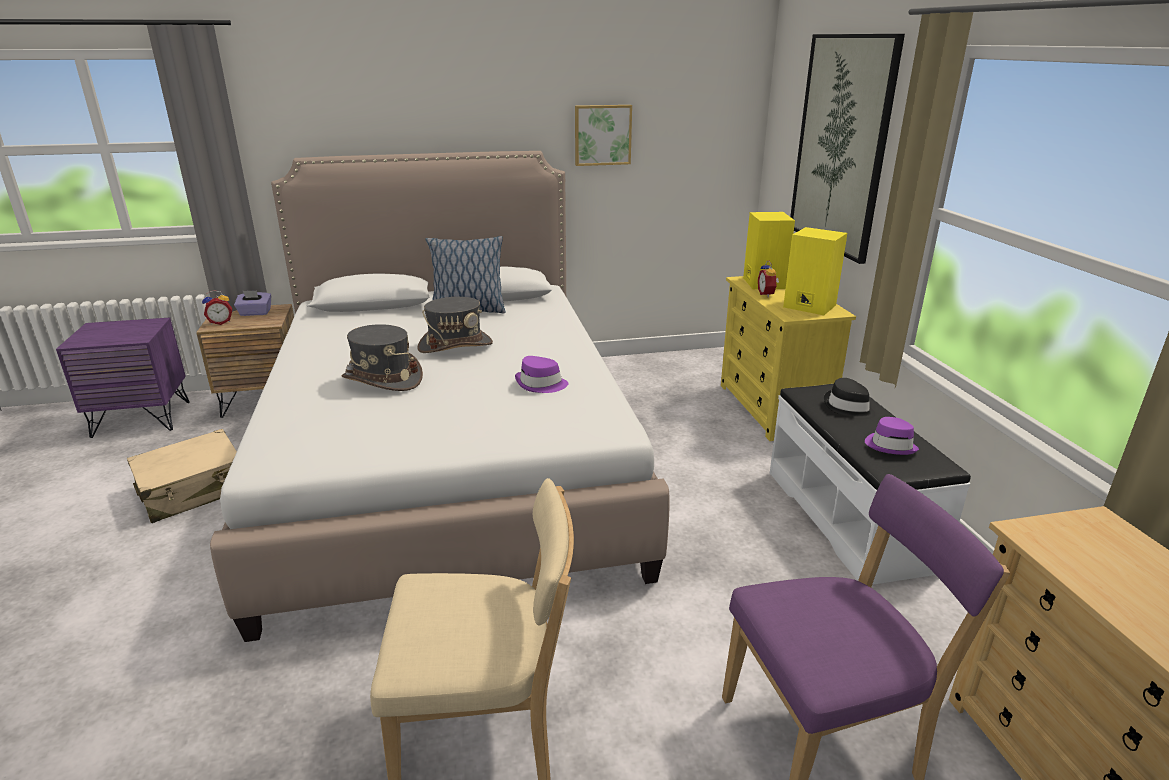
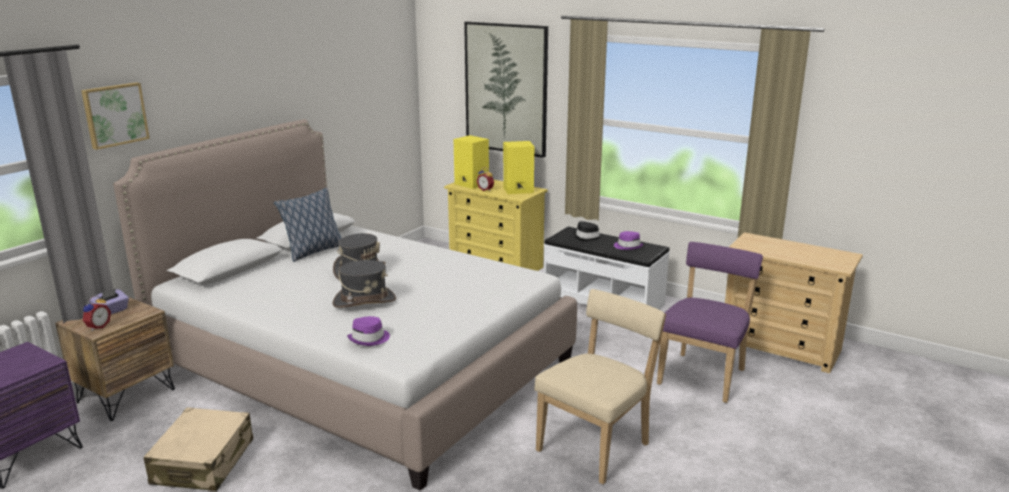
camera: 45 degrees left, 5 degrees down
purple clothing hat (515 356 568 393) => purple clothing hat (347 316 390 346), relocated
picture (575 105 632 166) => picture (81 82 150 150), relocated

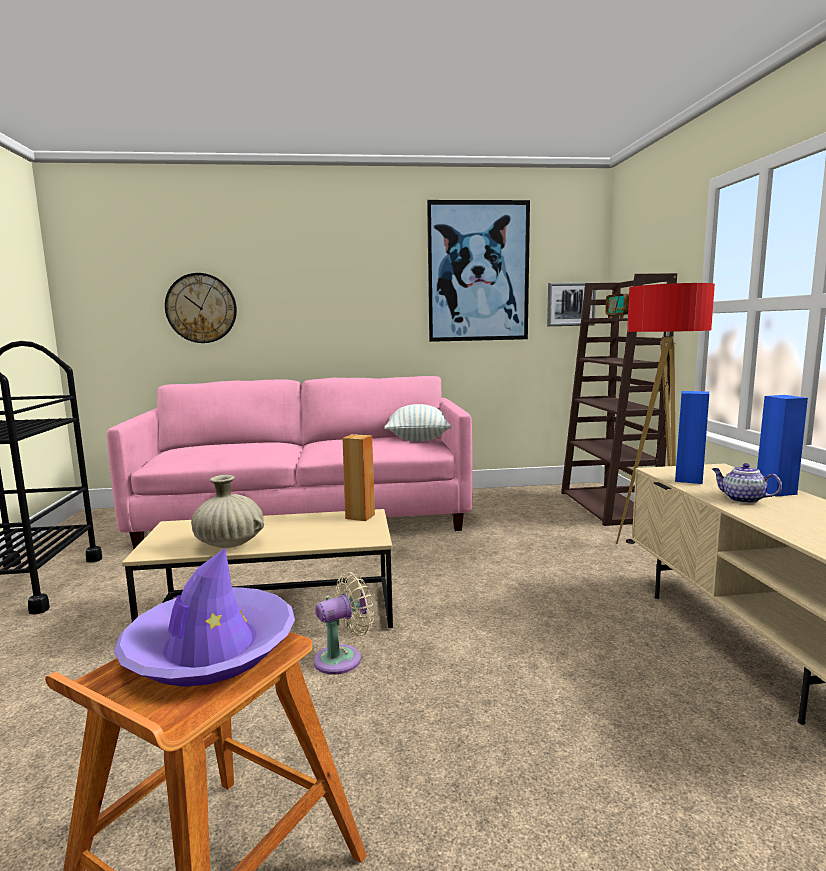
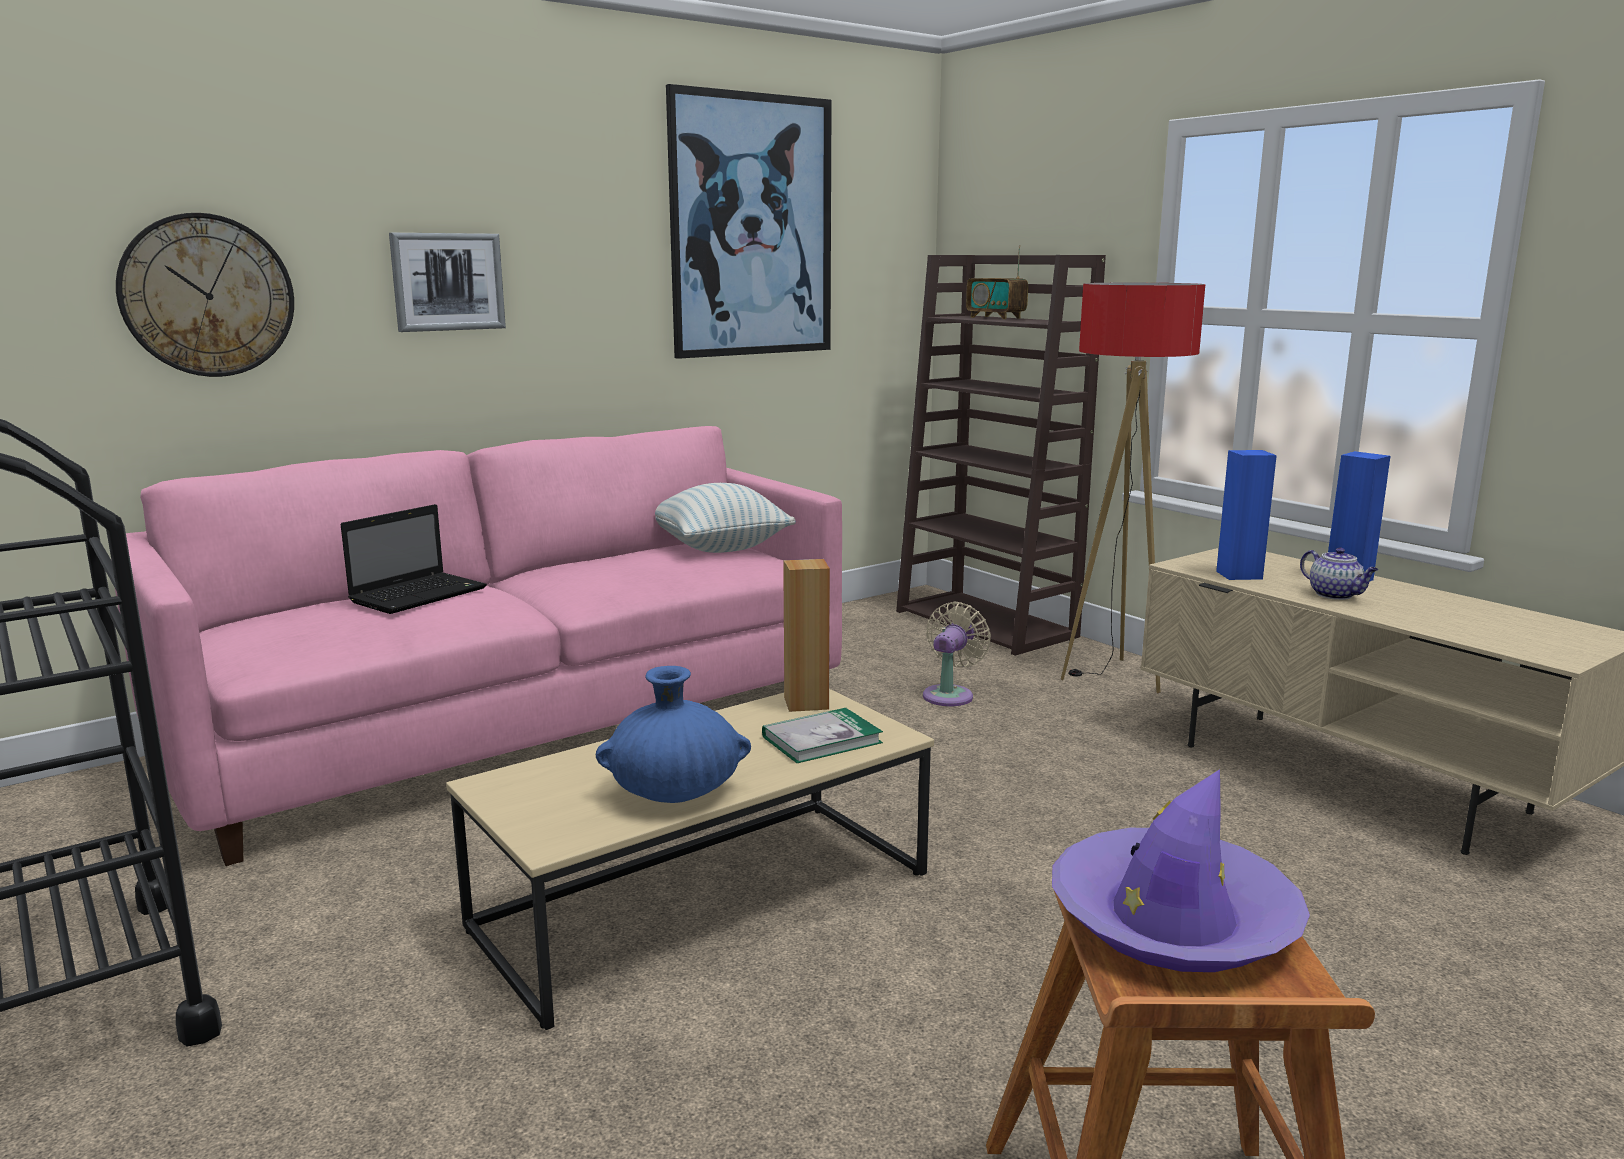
camera: 30 degrees left, 5 degrees up
nothing => laptop (341 504 487 614)
nothing => volume (762 708 883 763)
beige-coloured electric fan (314 572 374 675) => beige-coloured electric fan (923 602 991 706), relocated
picture (547 282 596 326) => picture (389 233 506 332), relocated
beige-coloured flower vase (191 475 264 548) => bluish flower vase (596 666 751 803)
tea pot (712 463 782 503) => tea pot (1300 547 1378 600), 135 degrees counterclockwise

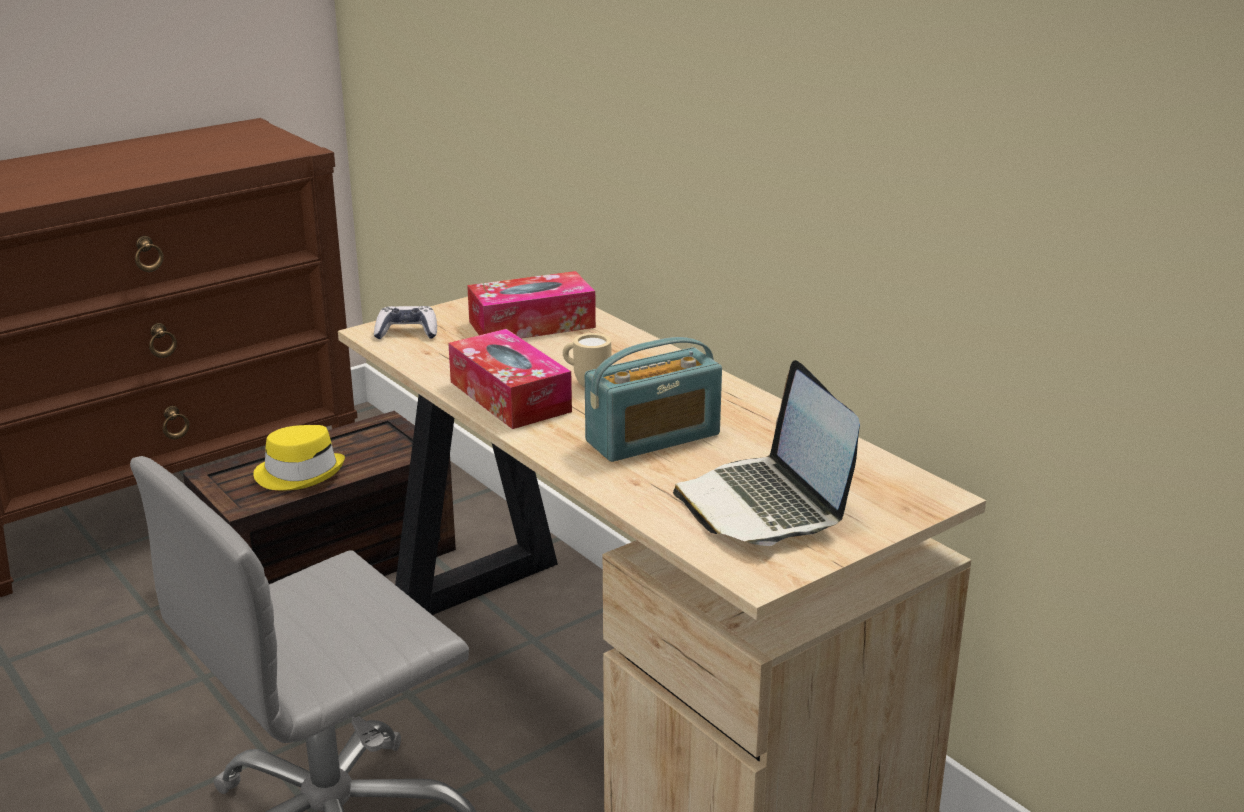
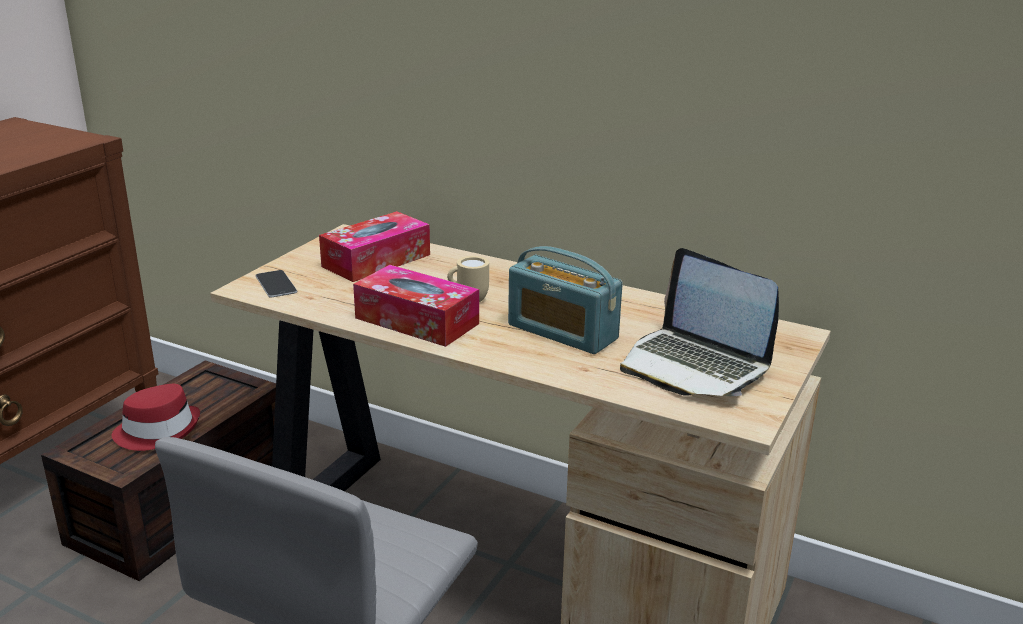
camera: 25 degrees left, 0 degrees up
joypad (374 306 437 339) => phone (255 270 297 298)
yellow-coloured clothing hat (253 425 345 490) => reddish clothing hat (112 384 200 451)
radio receiver (585 337 722 462) => radio receiver (508 246 623 354), 90 degrees clockwise

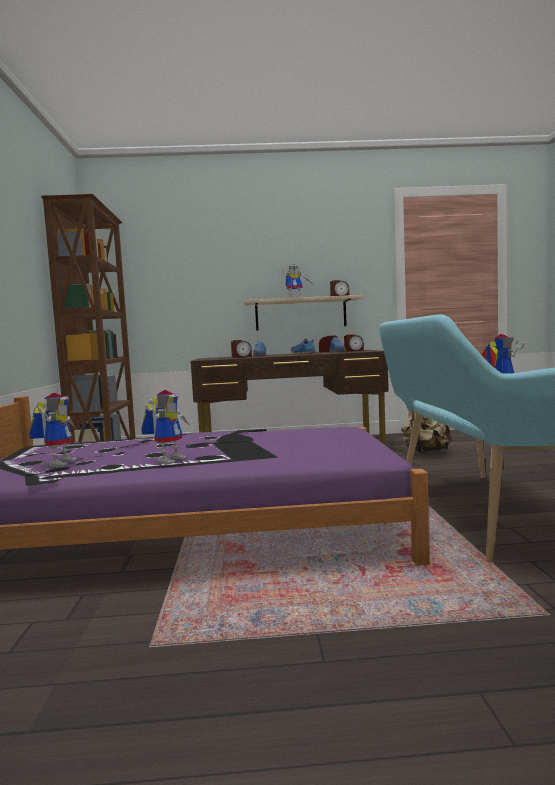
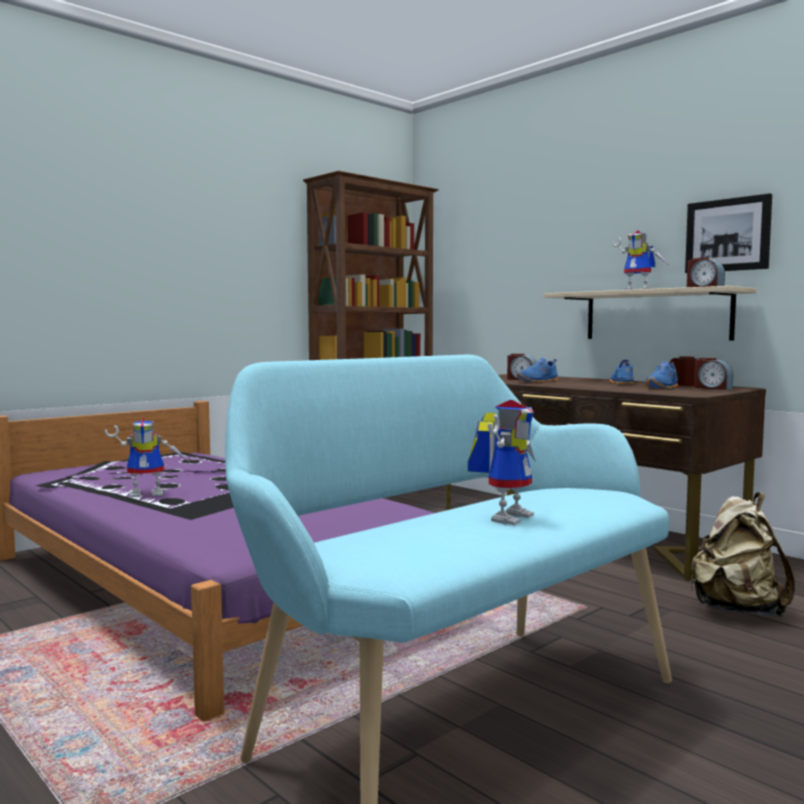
camera: 50 degrees right, 0 degrees up
model robot (29 393 77 467) => nothing
nothing => picture (685 193 772 273)

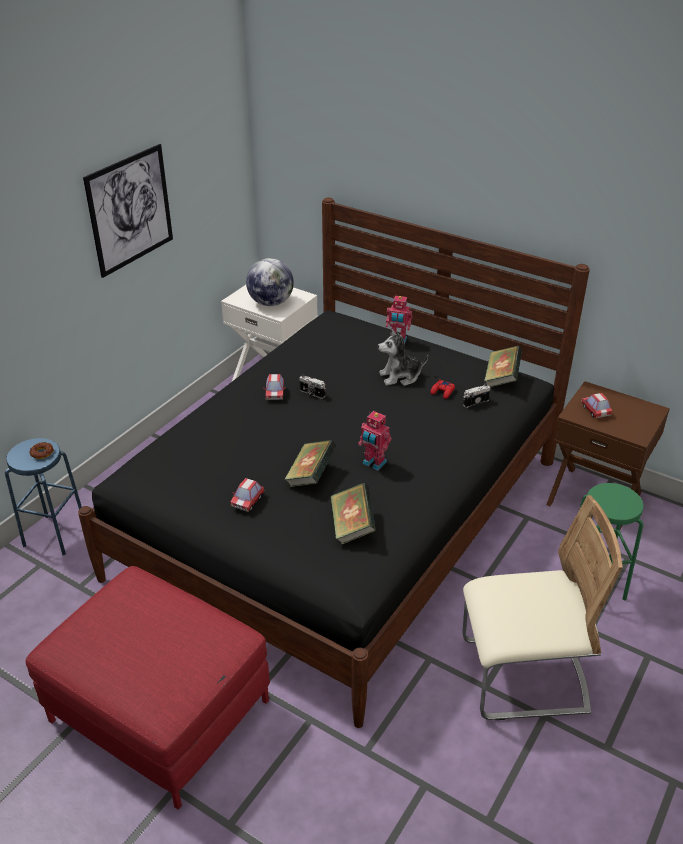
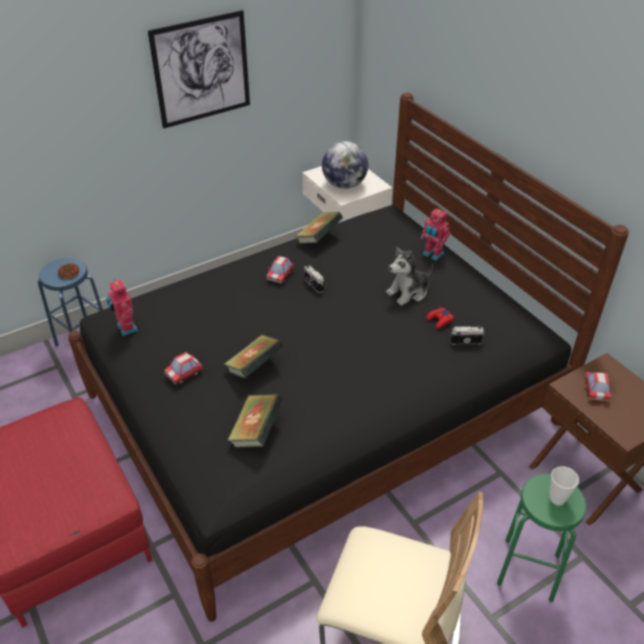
camera: 25 degrees right, 5 degrees up
nothing => cup (550 466 579 505)
model robot (358 411 392 470) => model robot (106 279 138 336), relocated
volume (485 345 522 387) => volume (295 212 343 244), relocated
plush toy (378 329 428 386) => plush toy (386 247 433 306), 45 degrees counterclockwise

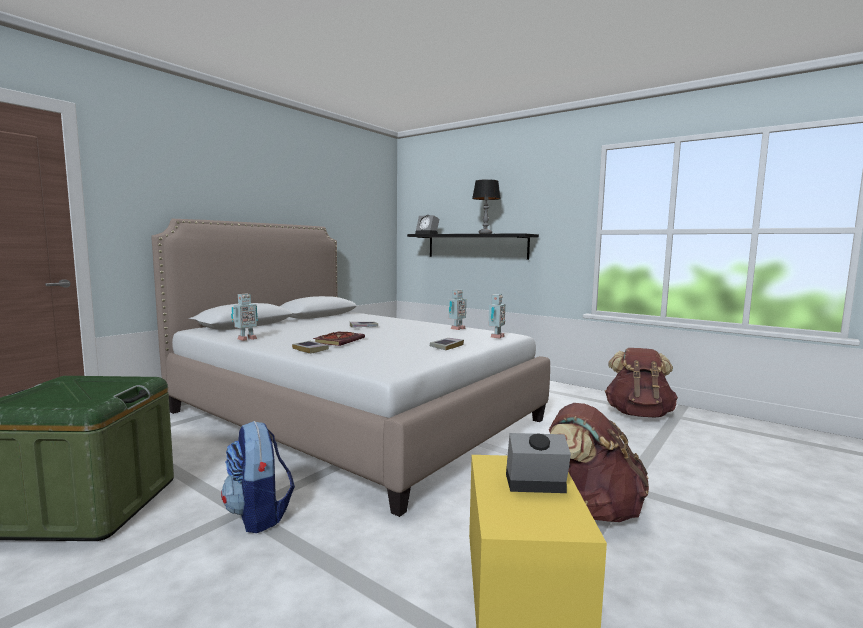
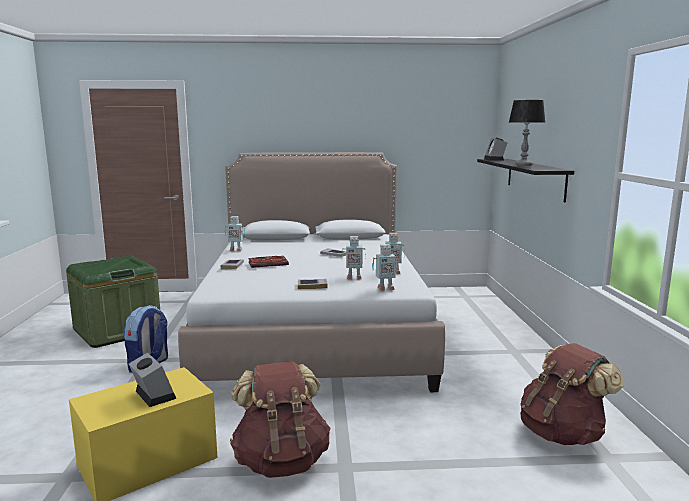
camera: 50 degrees right, 5 degrees up
nothing => model robot (342 236 366 279)

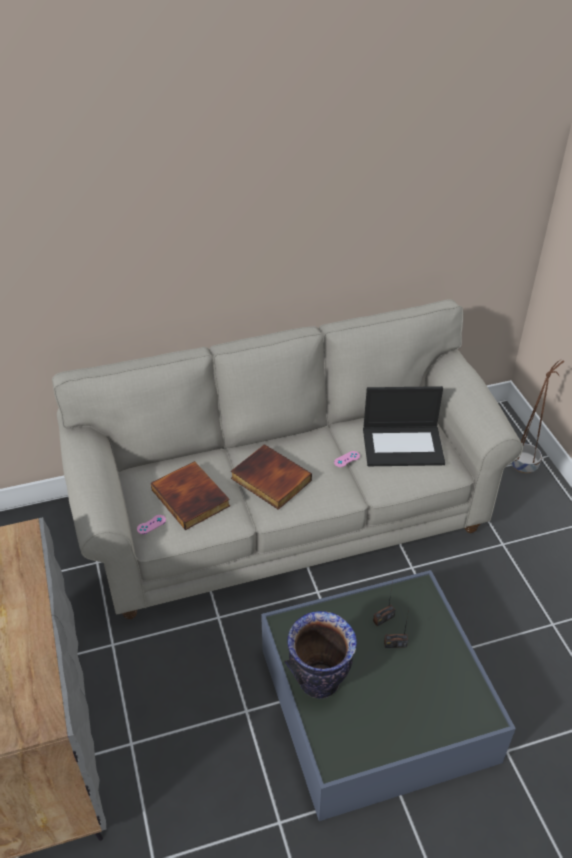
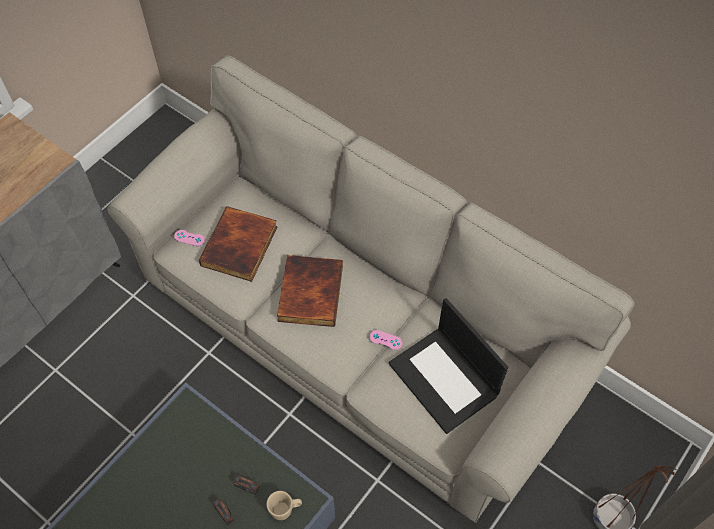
camera: 55 degrees right, 15 degrees up
flower vase (284 611 357 699) => nothing
nothing => beige-coloured mug (266 491 302 520)

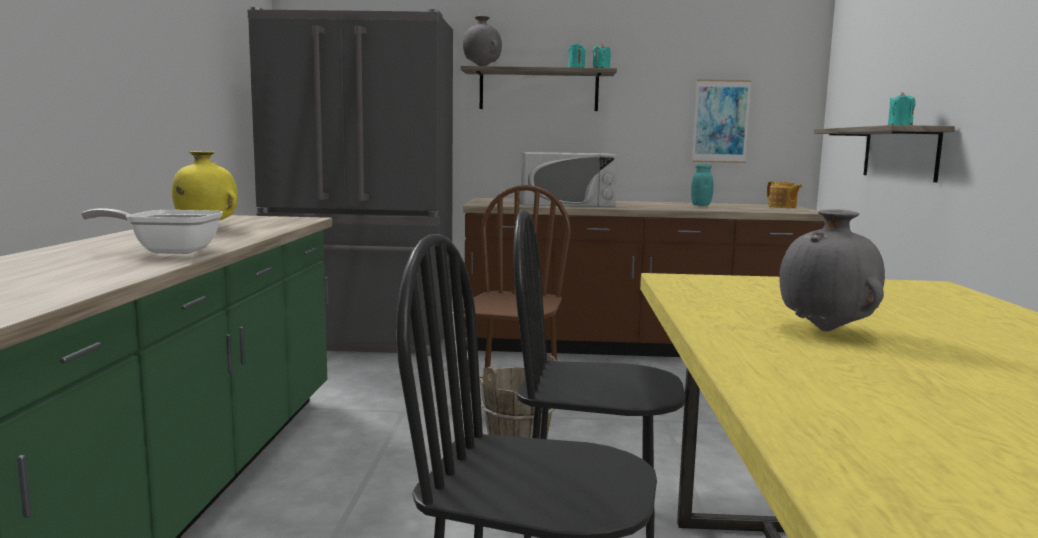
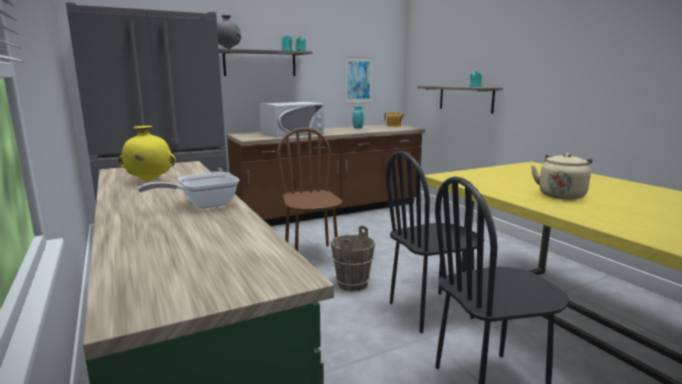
camera: 30 degrees left, 5 degrees up
greyish flower vase (779 209 885 331) => beige-coloured water kettle (531 153 592 199)

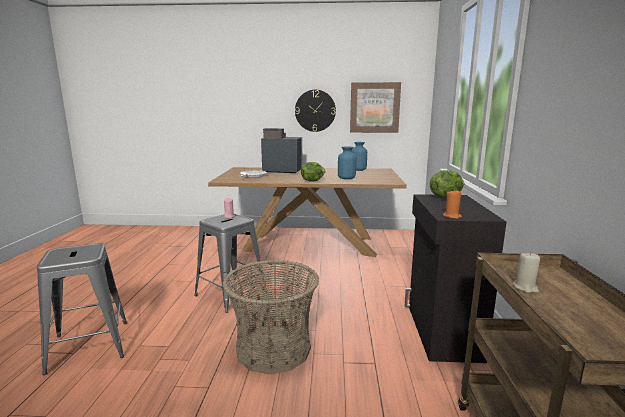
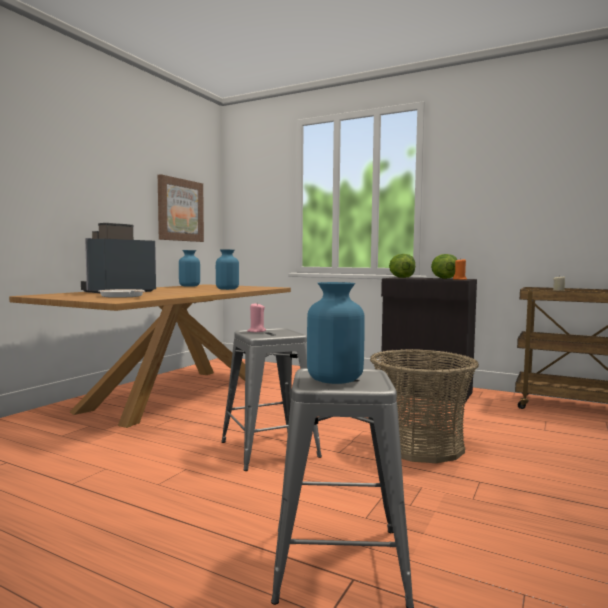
camera: 65 degrees left, 10 degrees down
wall clock (295 90 336 132) => nothing
nothing => bluish flower vase (307 282 365 384)
lettuce (301 162 325 182) => lettuce (431 254 457 279), relocated

